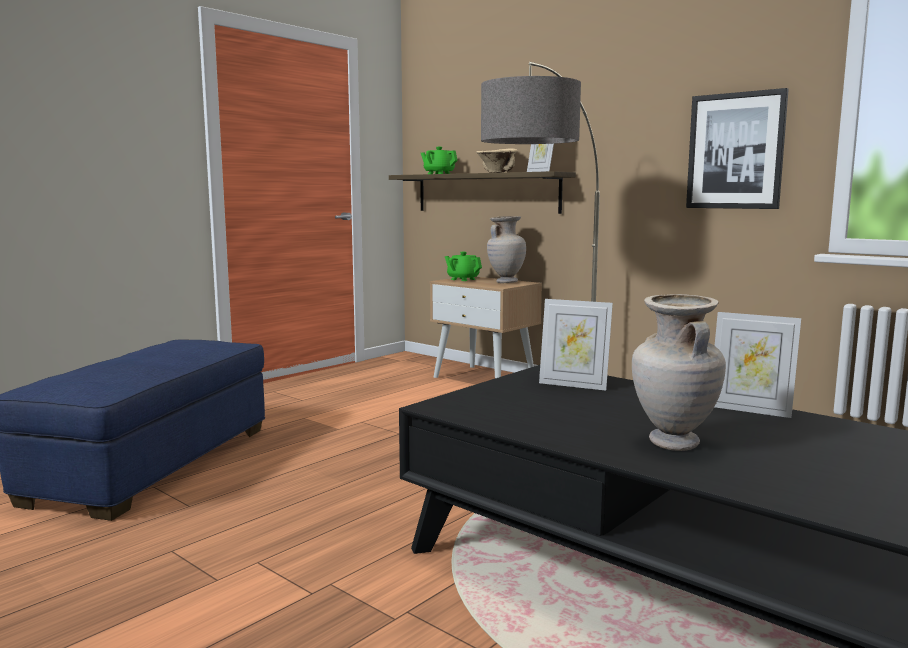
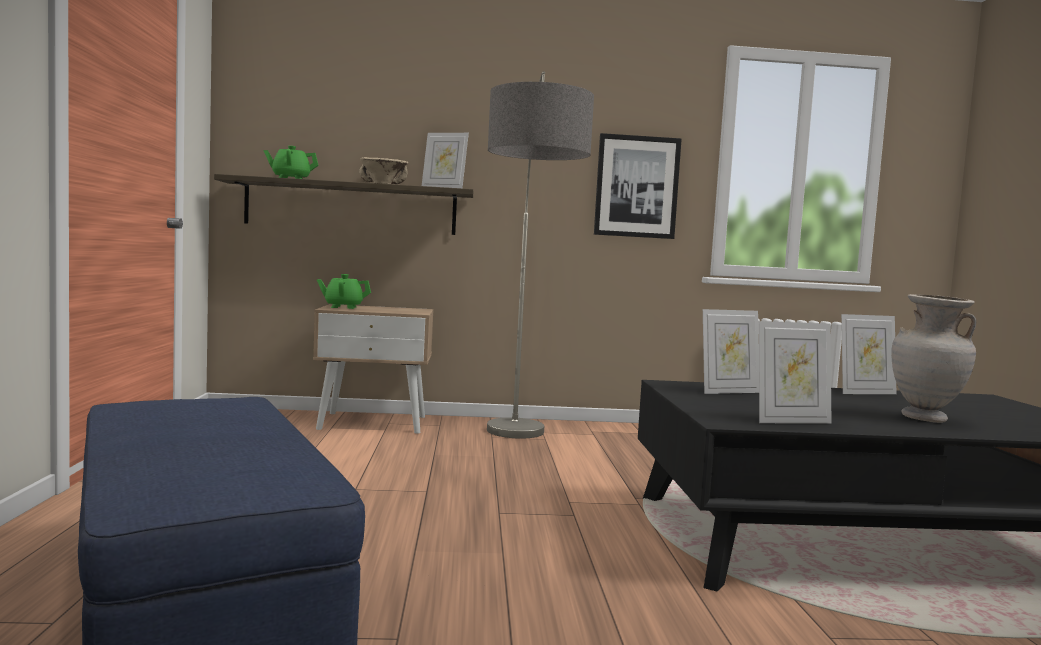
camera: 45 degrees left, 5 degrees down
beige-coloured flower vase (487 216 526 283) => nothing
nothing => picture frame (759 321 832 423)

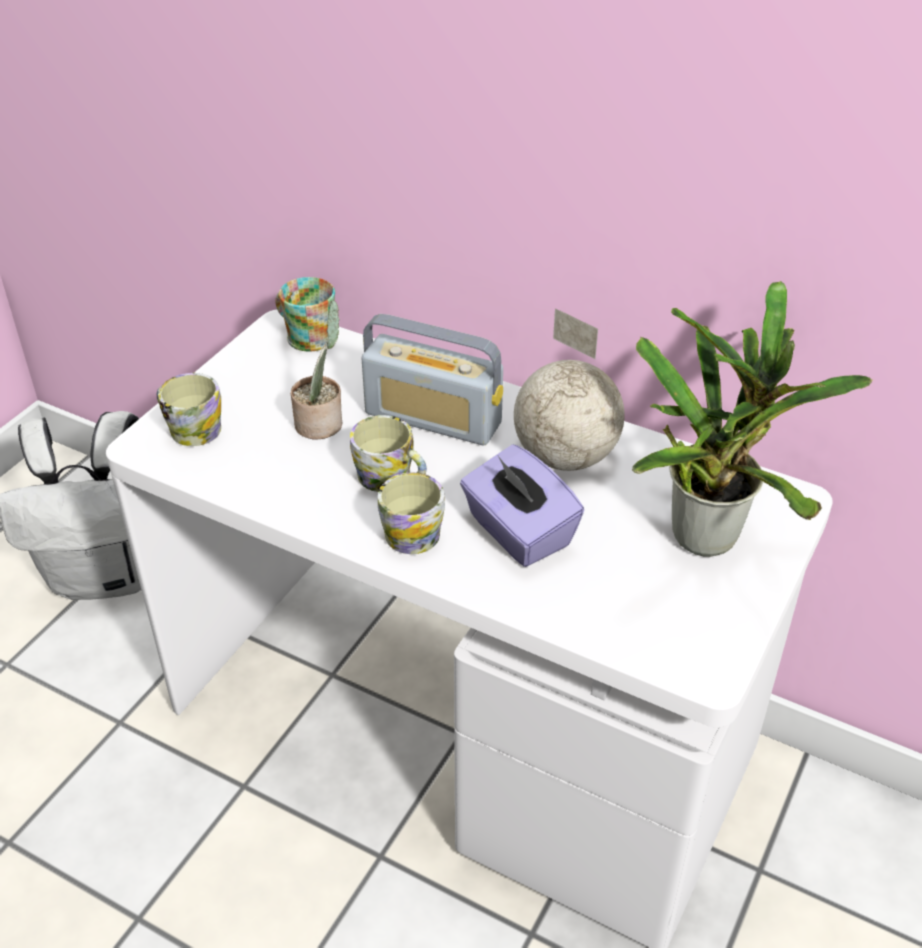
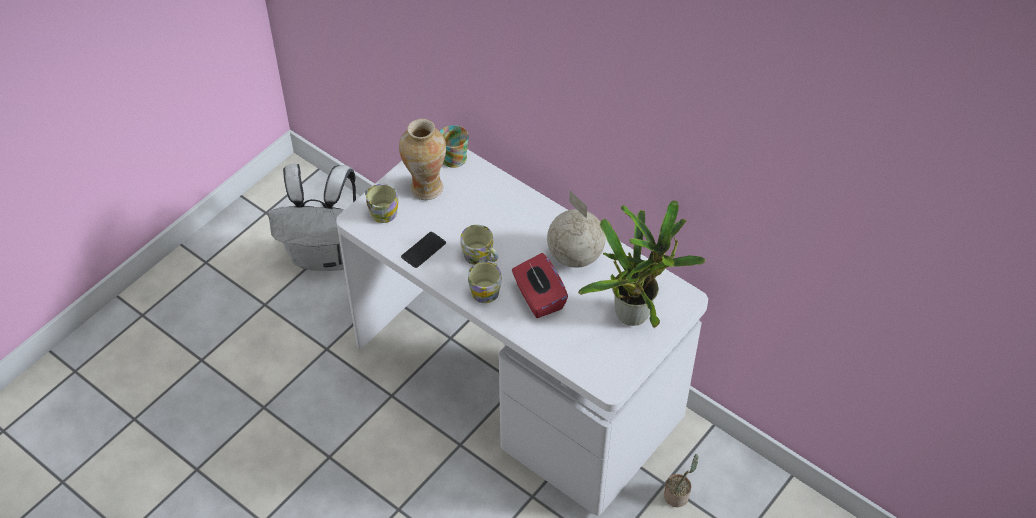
camera: 10 degrees right, 10 degrees up
radio receiver (361 314 503 445) => nothing
nothing => flower vase (399 119 446 200)
nothing => phone (401 232 446 268)
potted plant (291 300 342 439) => potted plant (664 454 698 507), relocated
purple box of tissues (460 444 584 567) => reddish box of tissues (512 253 568 318)

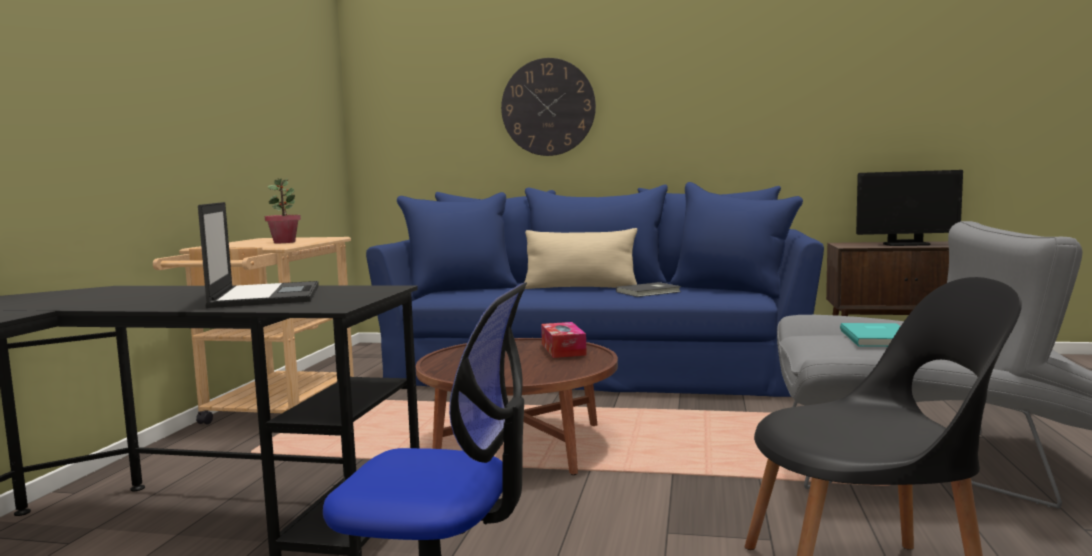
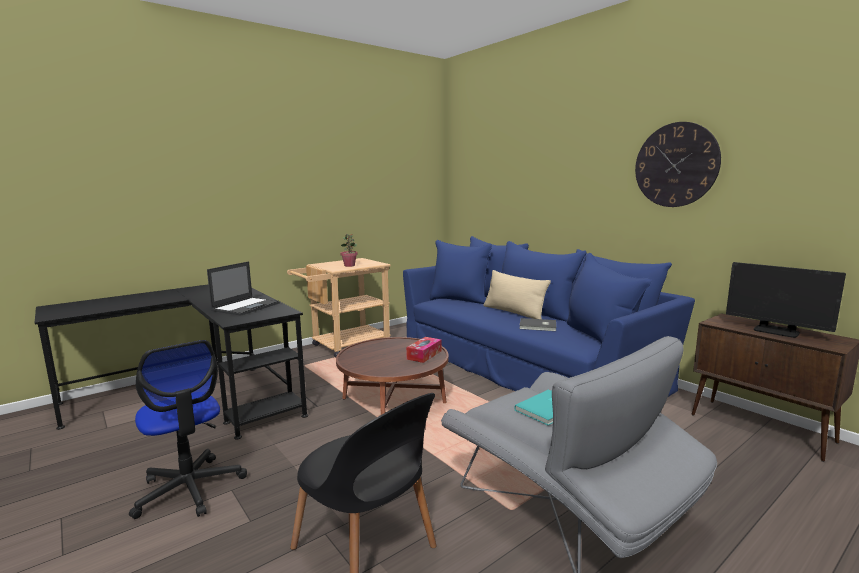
camera: 40 degrees right, 5 degrees up
wall clock (501 58 596 156) => wall clock (635 122 721 207), relocated

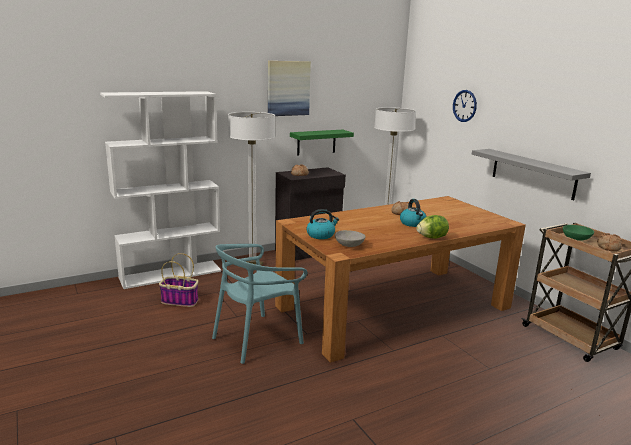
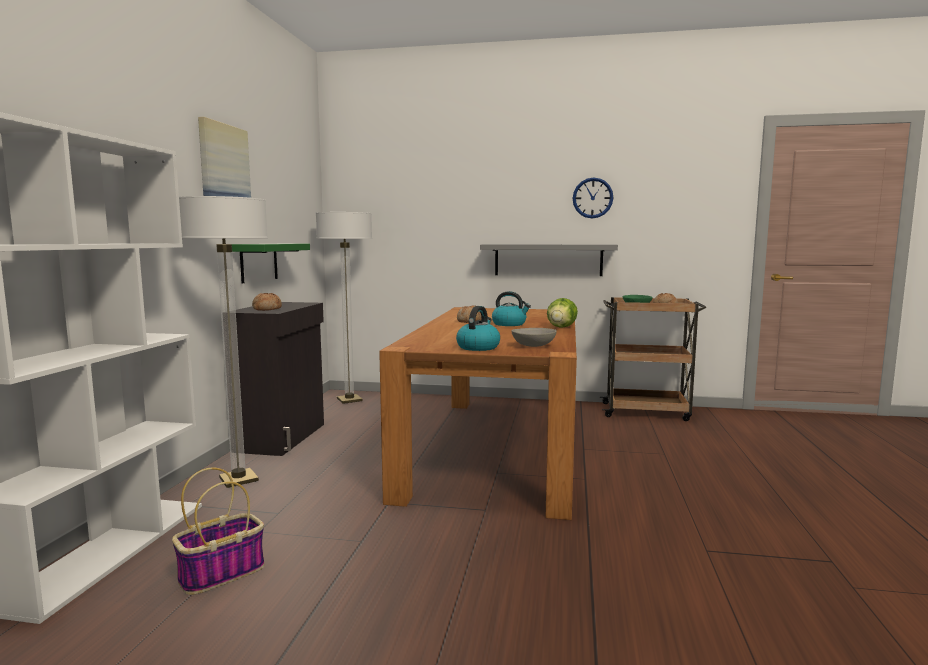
camera: 50 degrees left, 10 degrees down
turquoise chair (212 244 307 364) => nothing
wall clock (453 90 477 122) => wall clock (573 177 613 218), relocated

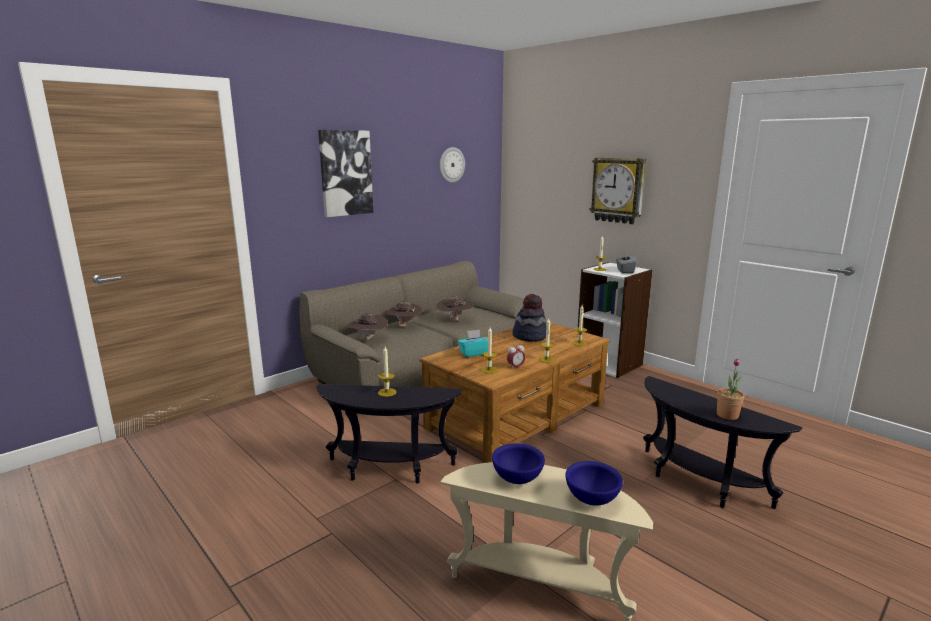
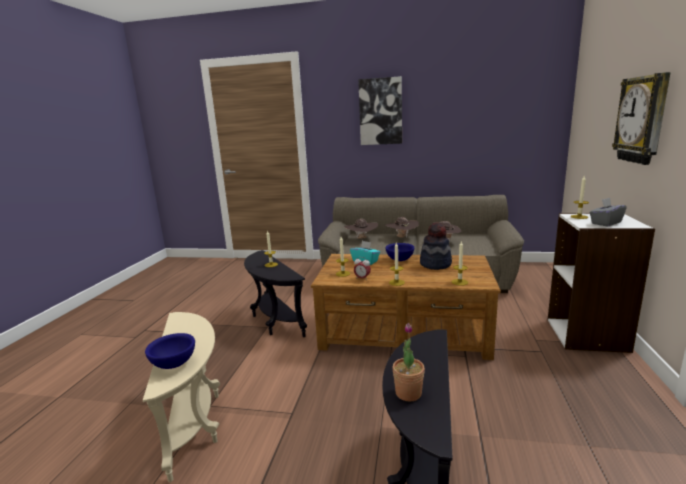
camera: 55 degrees right, 0 degrees up
wall clock (439 147 465 183) => nothing
bluish serving bowl (492 443 545 484) => bluish serving bowl (385 243 414 261), relocated

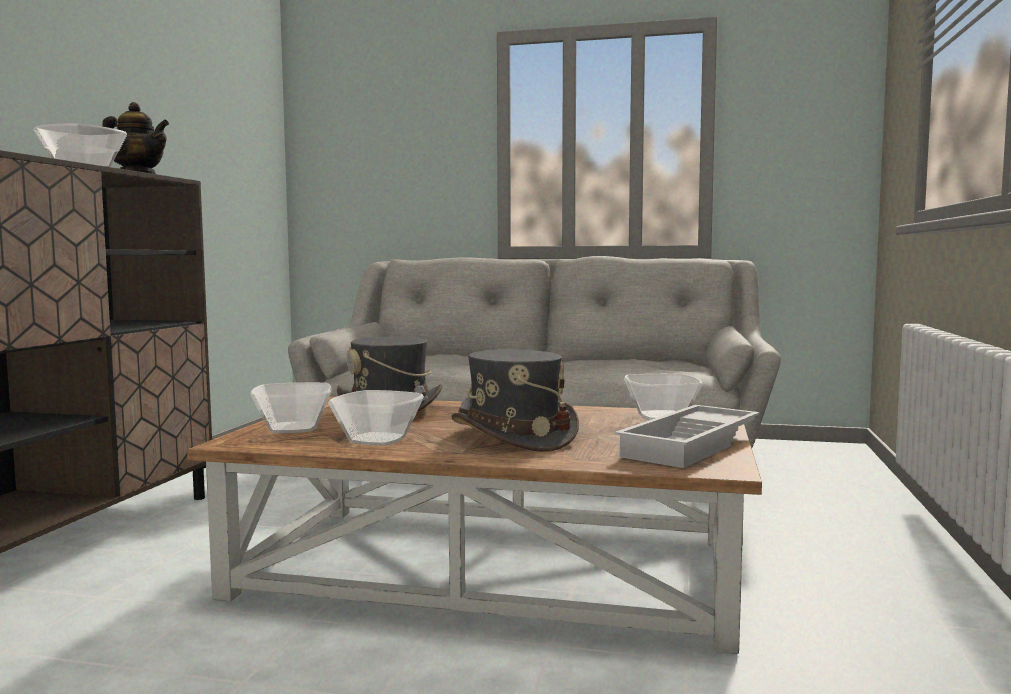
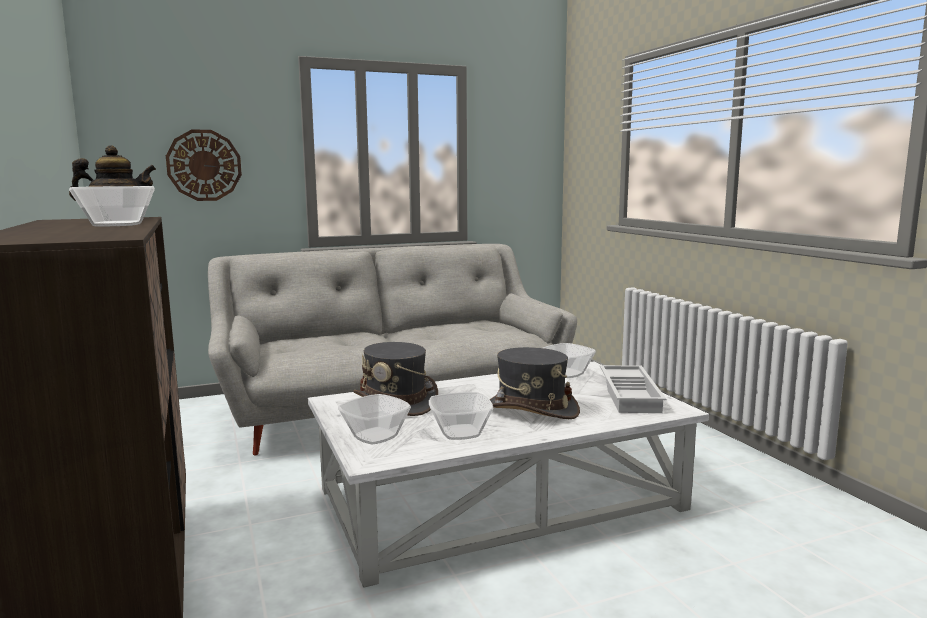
camera: 35 degrees left, 5 degrees up
nothing => wall clock (166 129 242 201)
brown-coloured lounge table (187 396 762 654) => white lounge table (308 361 709 587)

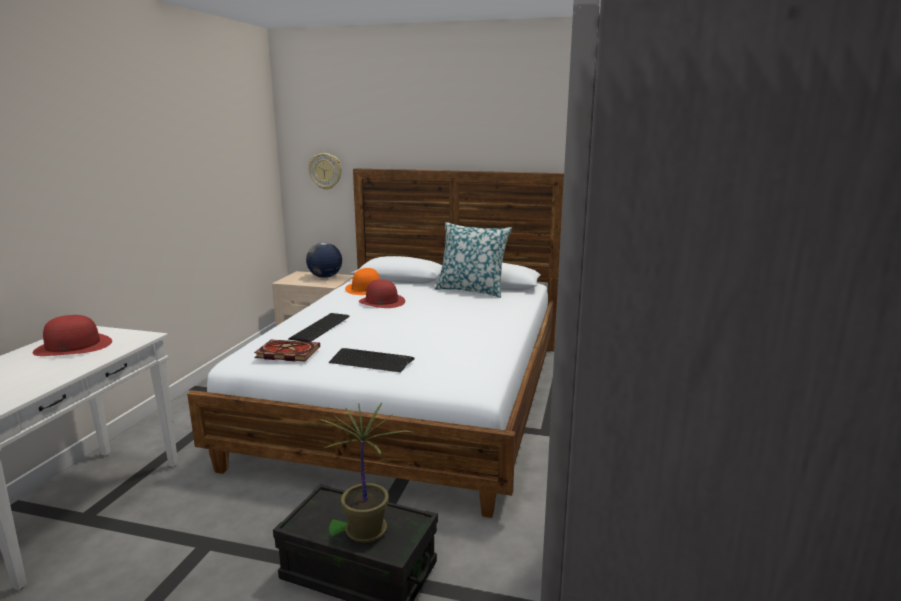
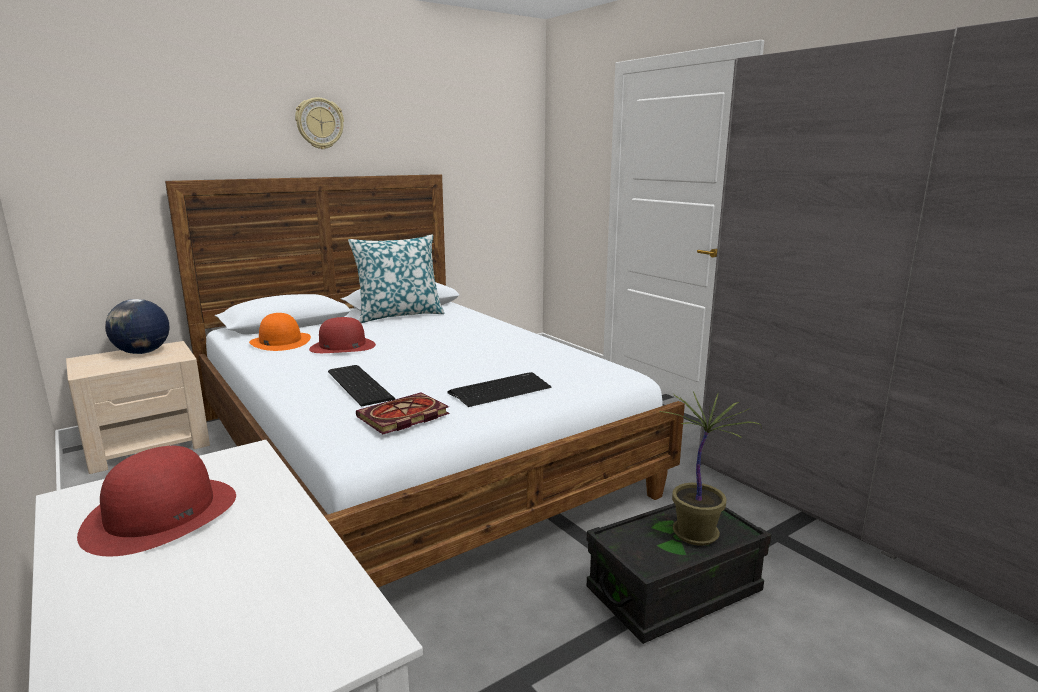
camera: 50 degrees left, 0 degrees up
wall clock (308 153 342 190) => wall clock (295 97 344 149), relocated

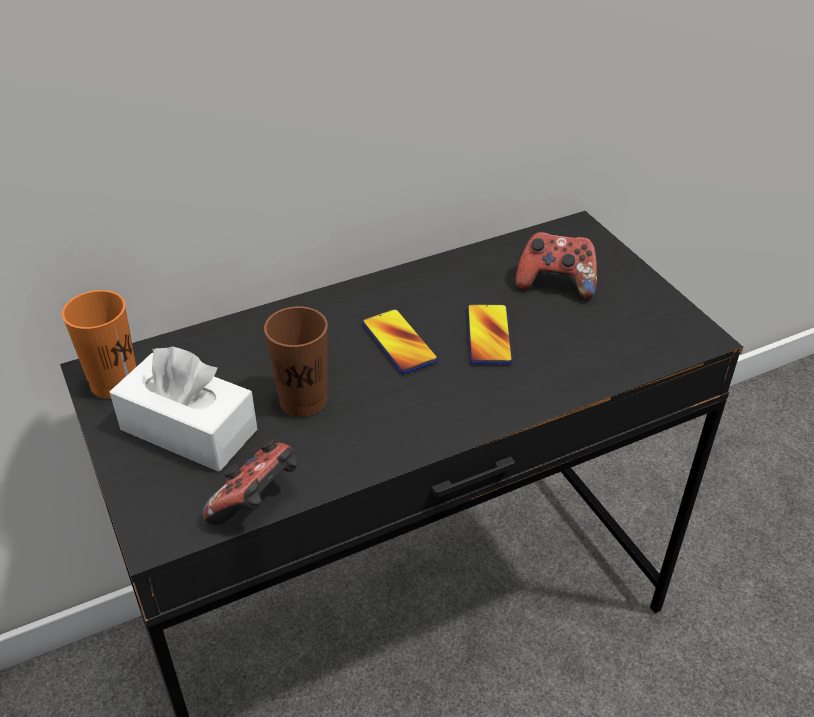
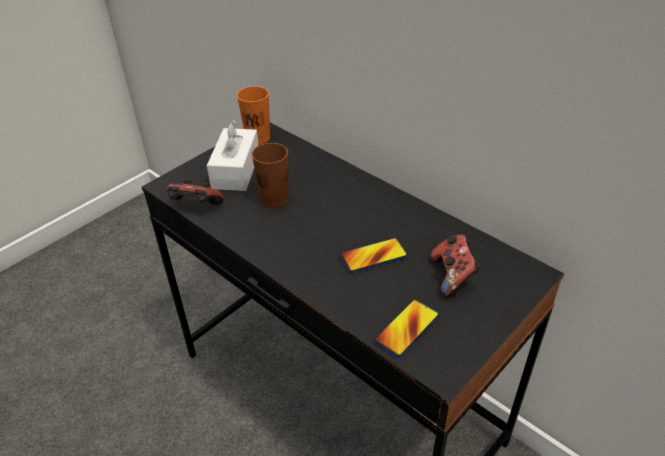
camera: 70 degrees right, 0 degrees up
phone (362 309 439 374) => phone (374 299 439 357), relocated

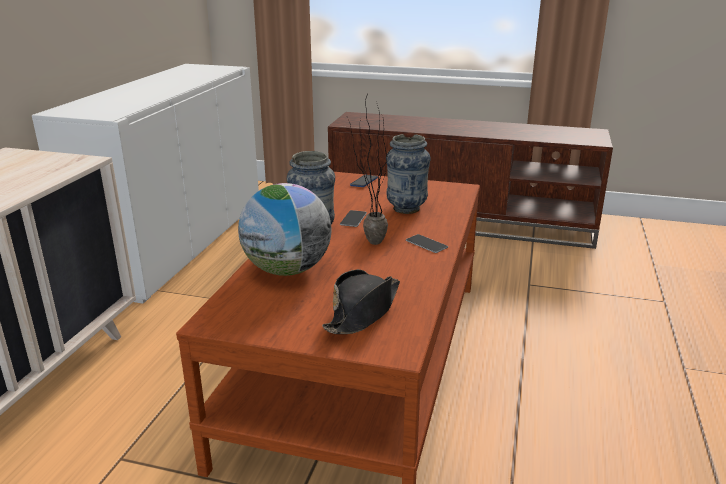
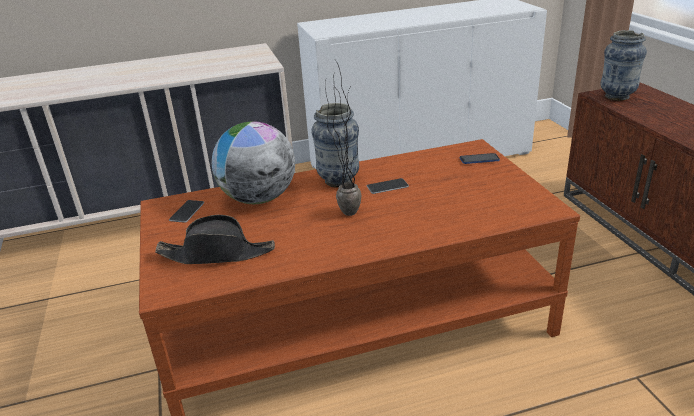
camera: 60 degrees right, 5 degrees up
flower vase (386 134 431 214) => flower vase (601 30 647 101), relocated
phone (406 234 448 253) => phone (169 200 204 223), relocated

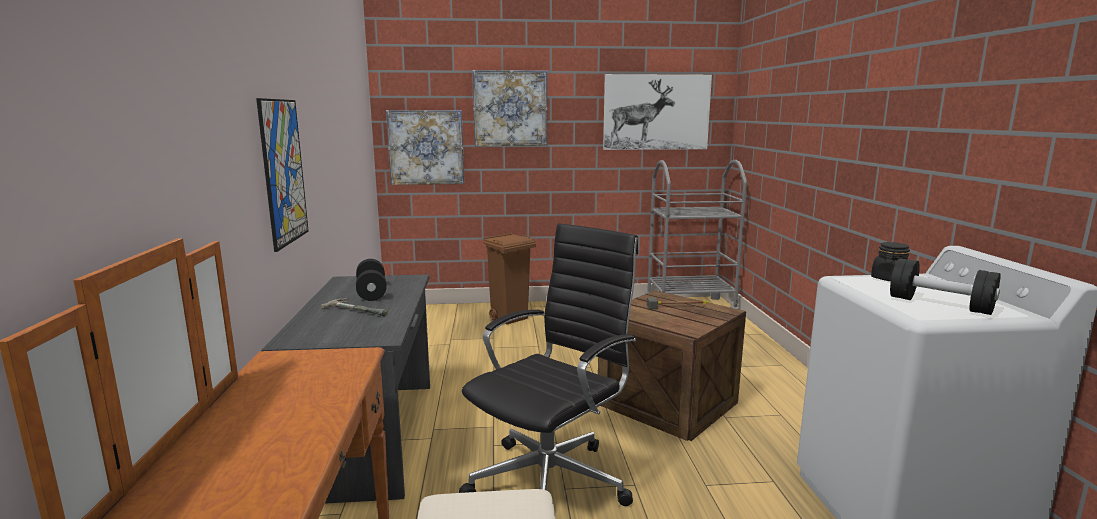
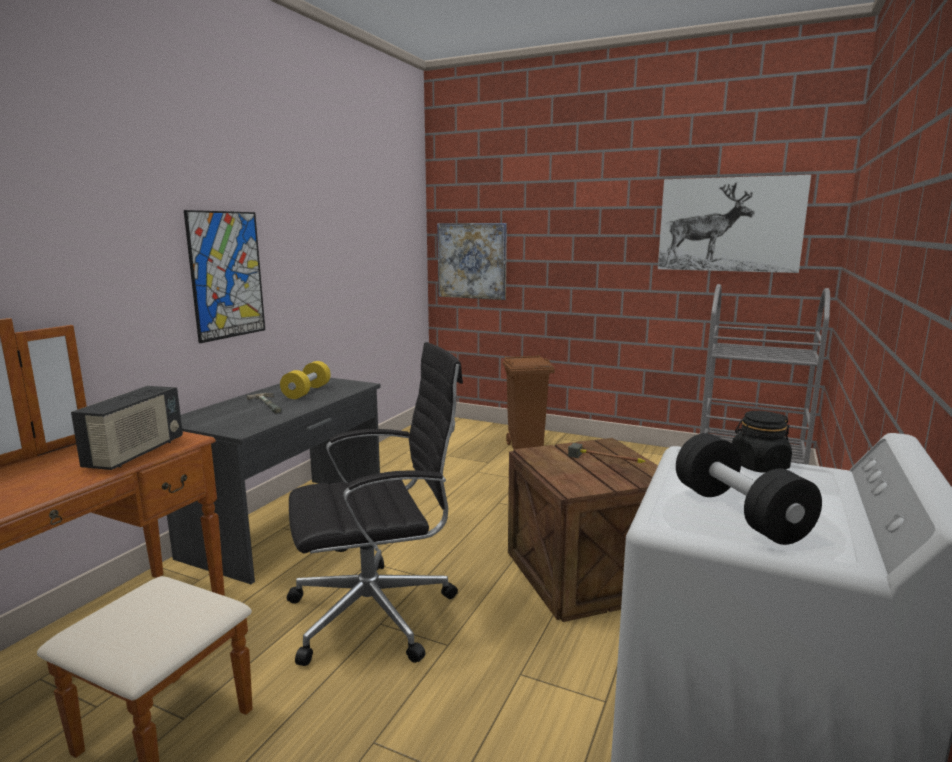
camera: 30 degrees right, 0 degrees up
picture (472 70 547 146) => nothing
nothing => radio receiver (71 386 183 470)
blackish hand weight (356 259 387 301) => yellow-coloured hand weight (280 361 331 399)

